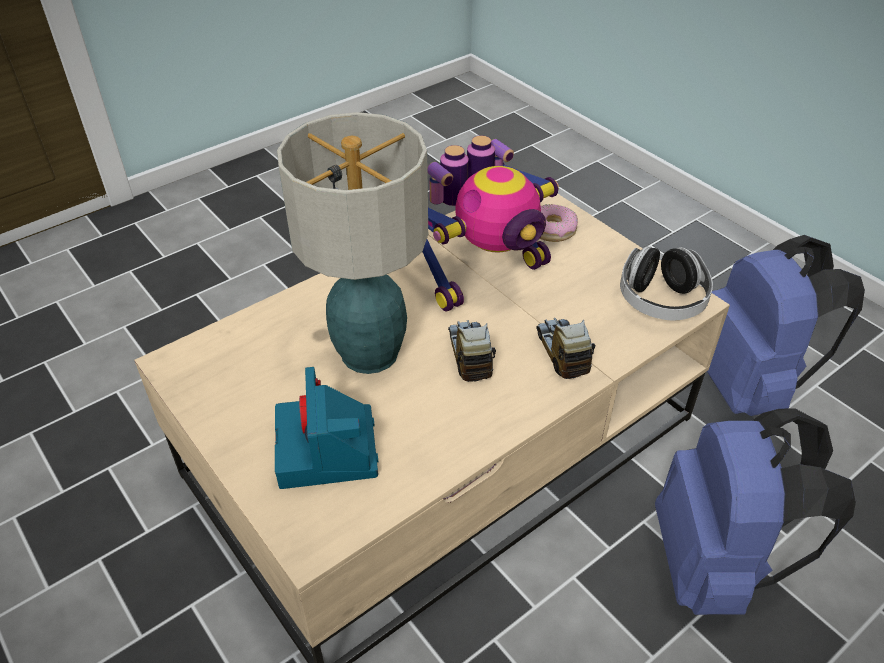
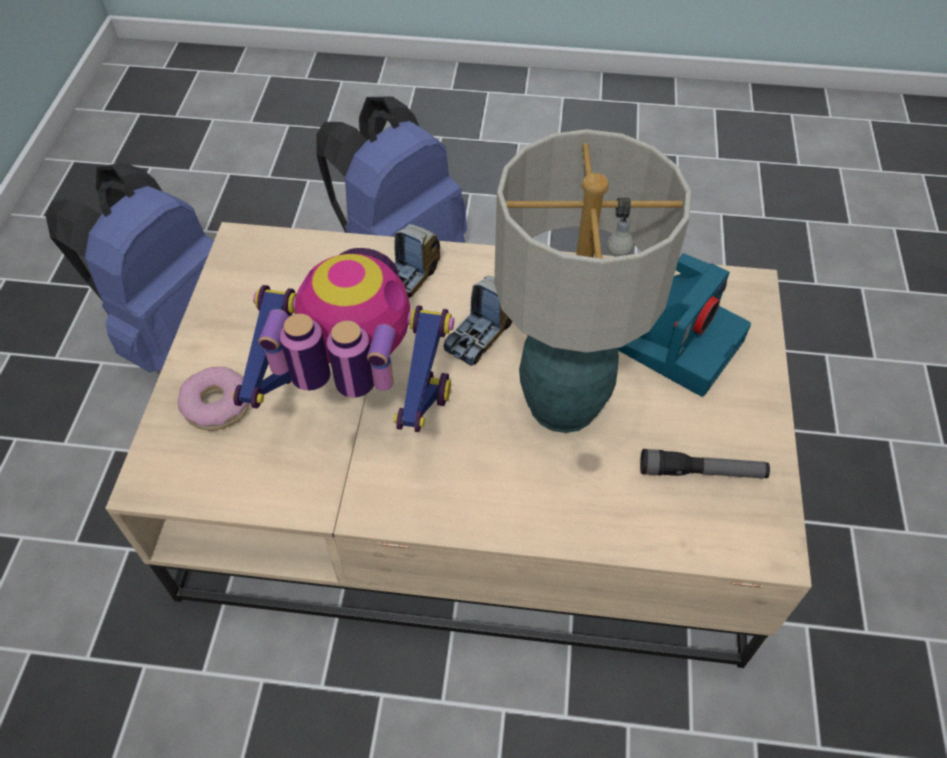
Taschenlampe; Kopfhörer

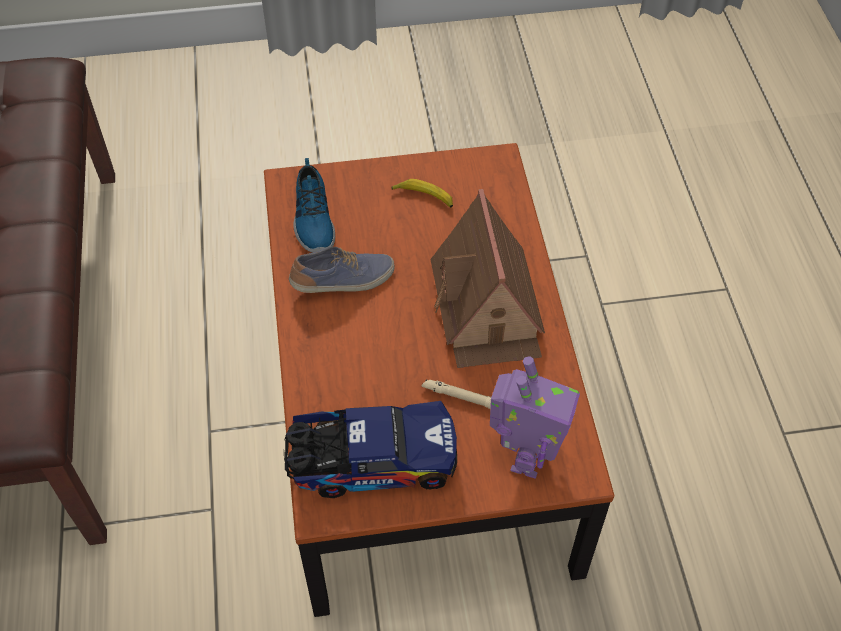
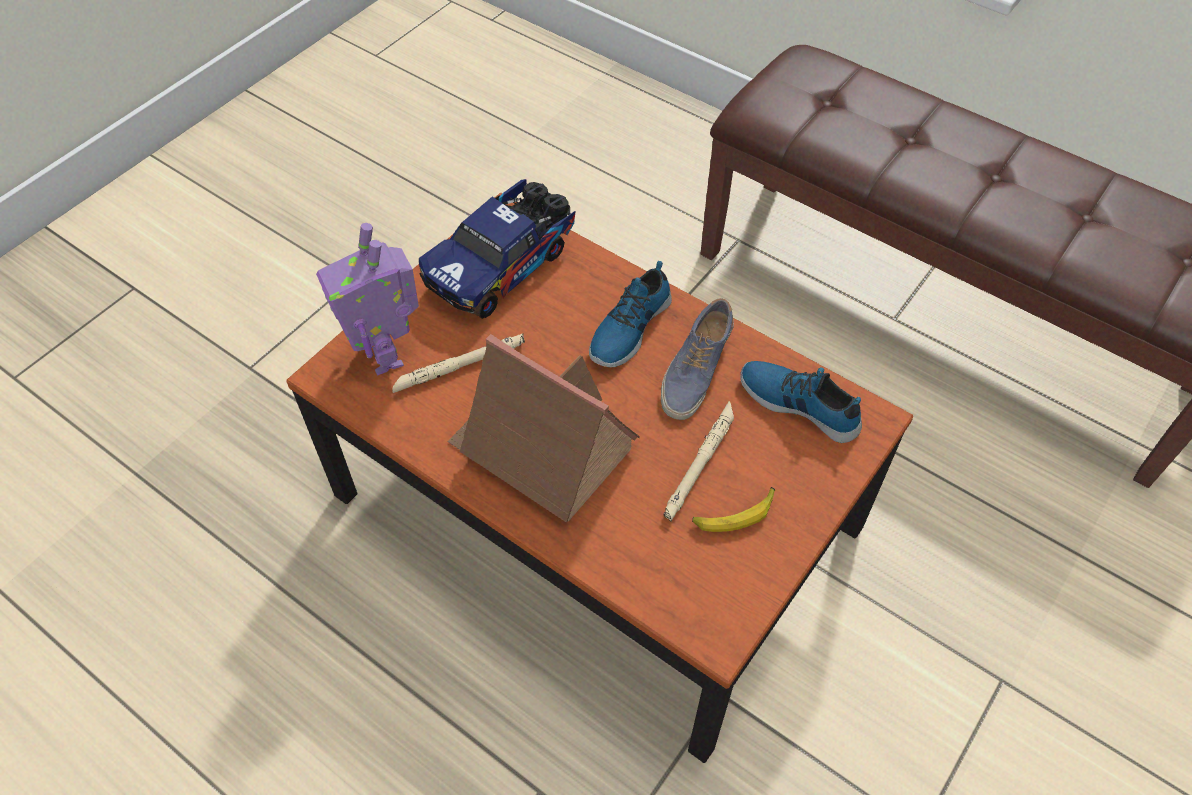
Schuh (no. 1 from left); Taschenlampe (beige) (no. 2 from left)

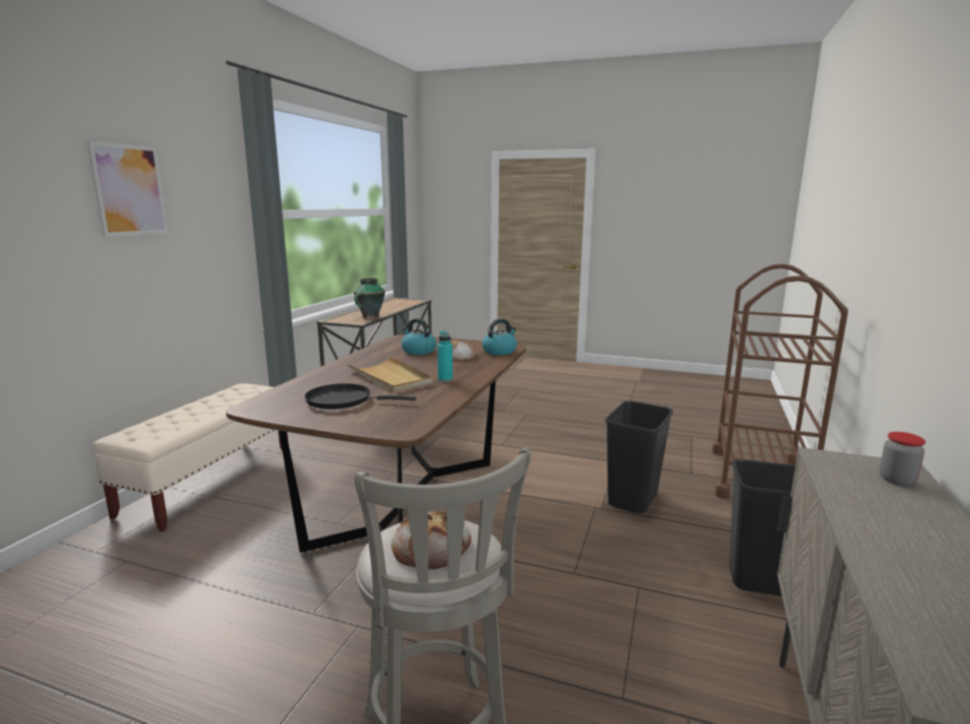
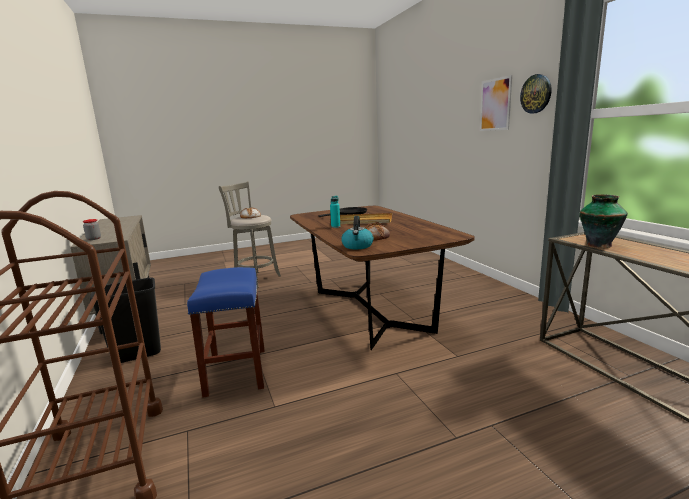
Hocker (blau); Wanduhr; Bank (beige); Wasserkessel (no. 1 from left in the first image)

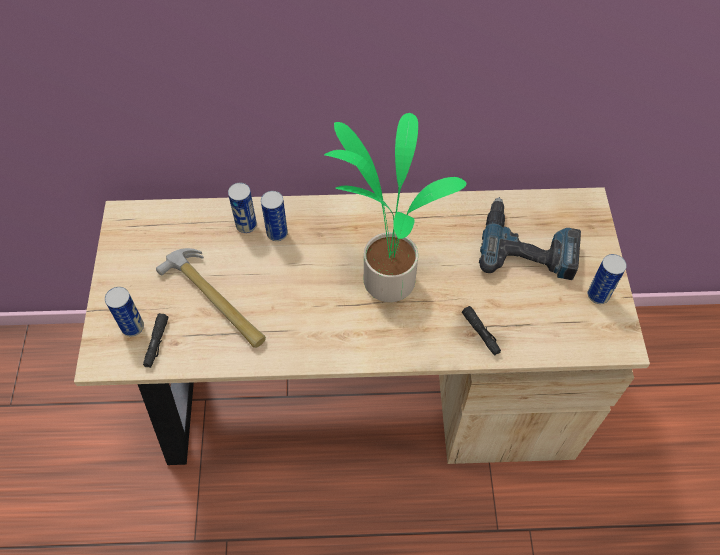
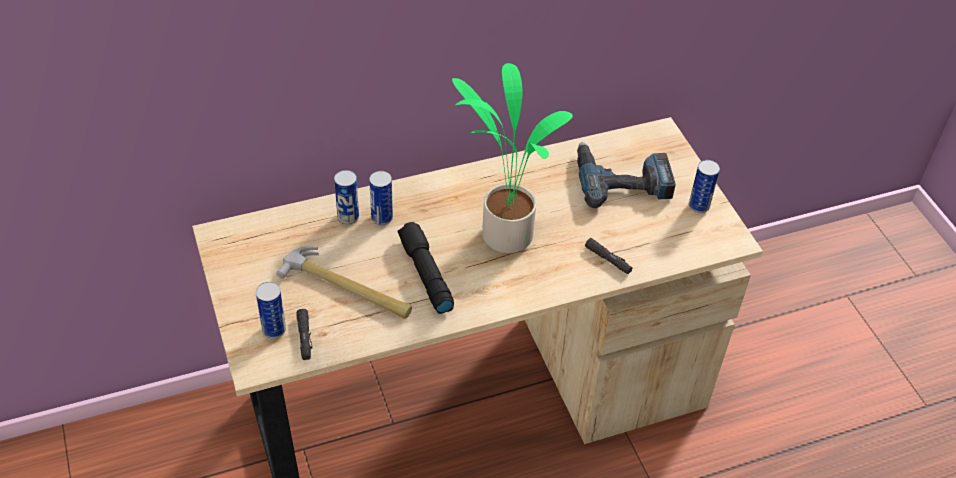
Taschenlampe (schwarz) (no. 2 from left)

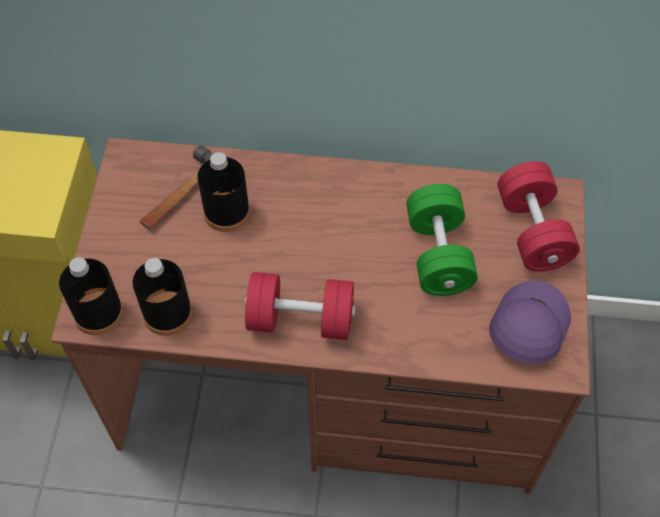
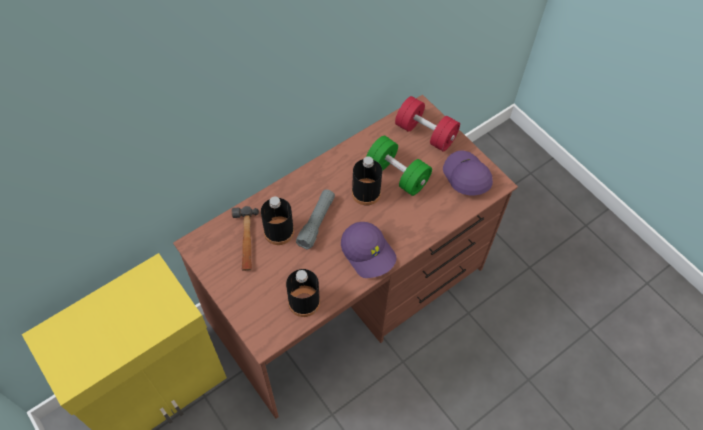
Taschenlampe (grau); Kappe (lila) (no. 1 from left); Flasche (schwarz) (no. 3 from left)

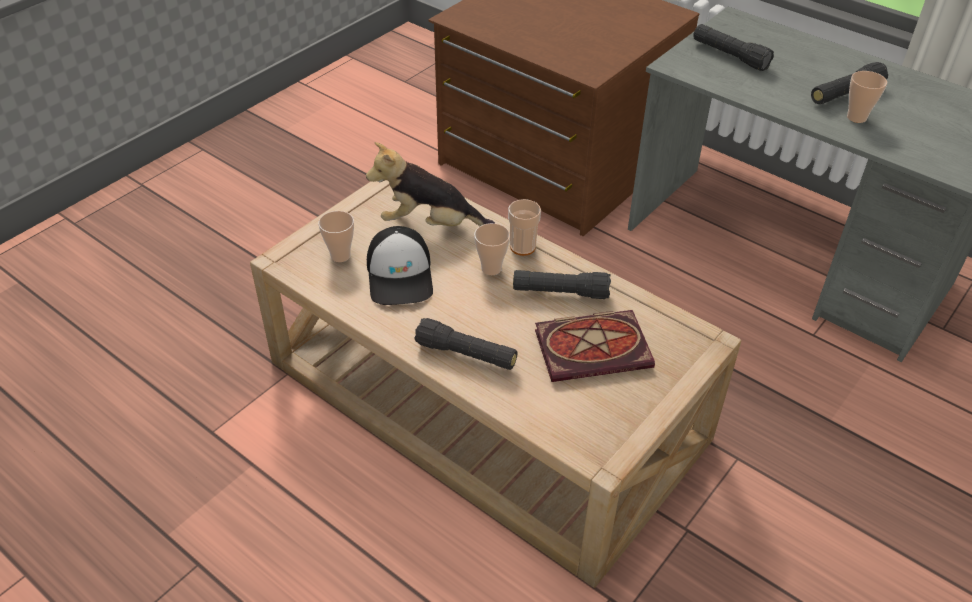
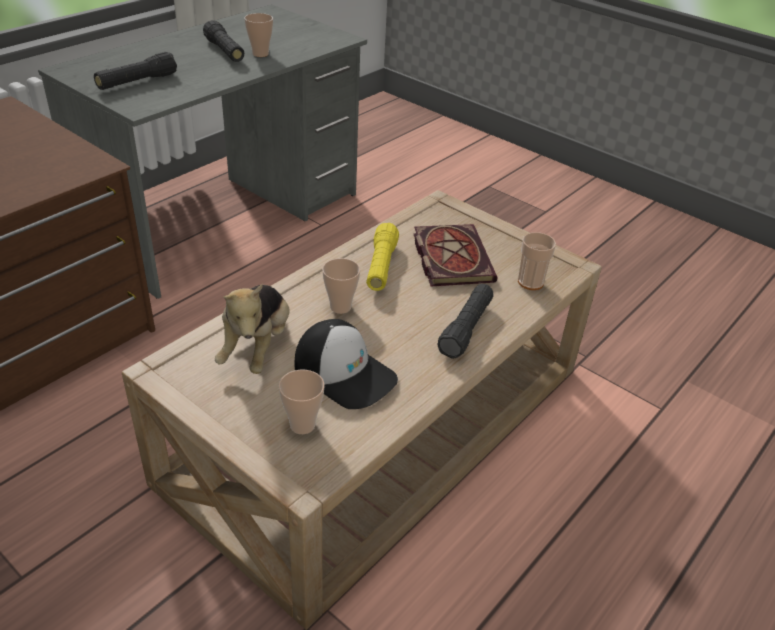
Kappe; Taschenlampe (gelb); Tasse (no. 4 from left)

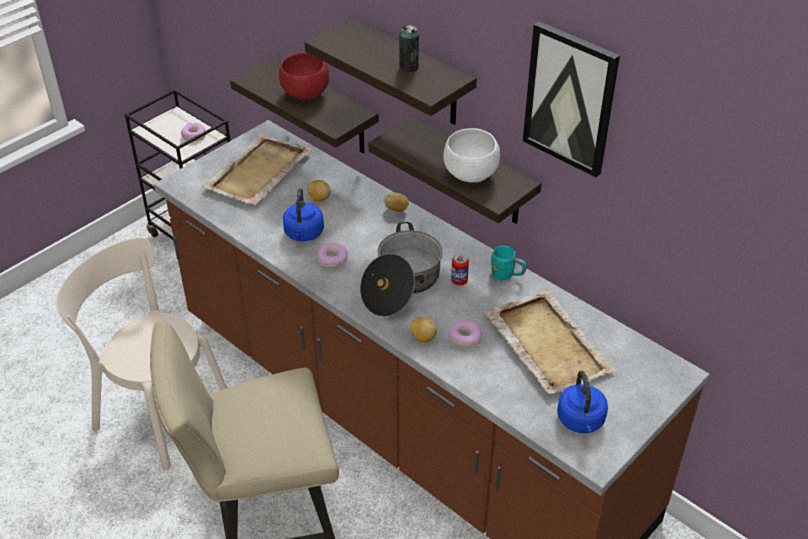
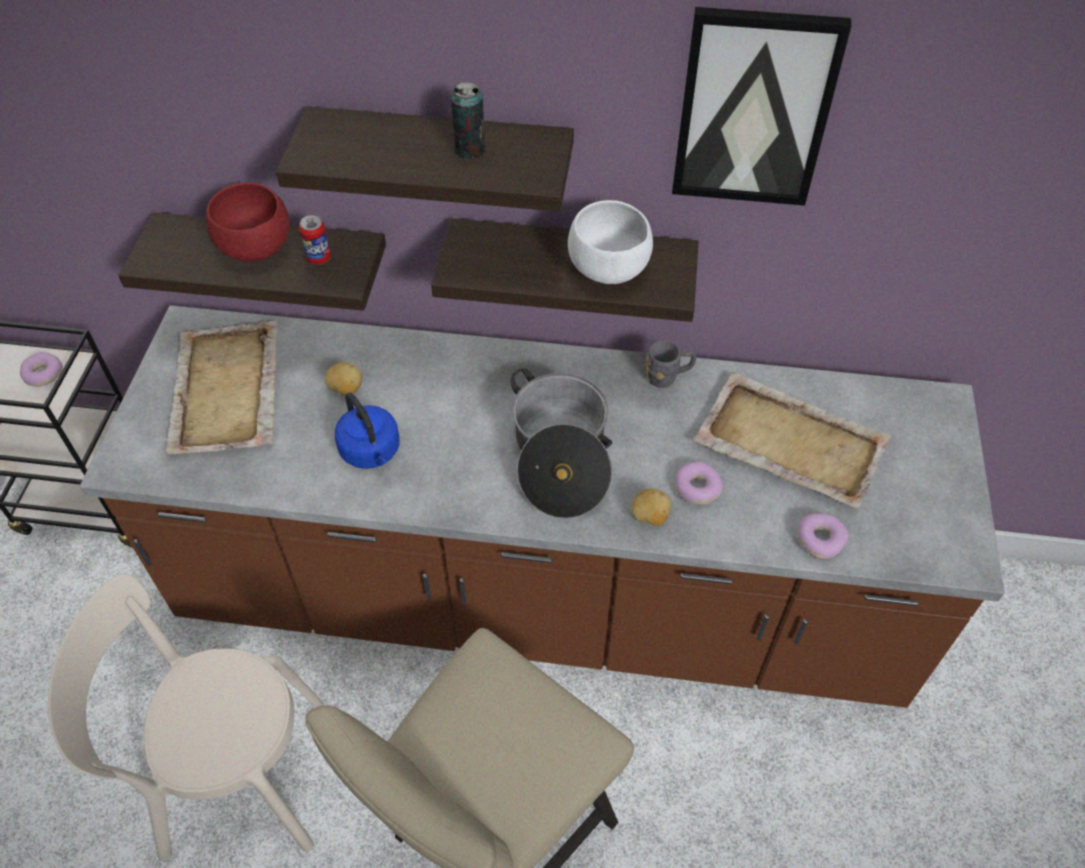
Dose (no. 1 from left); Henkelbecher (grau); Donut (no. 3 from left); Kartoffel (no. 2 from left in the first image); Wasserkessel (blau) (no. 2 from left in the first image)

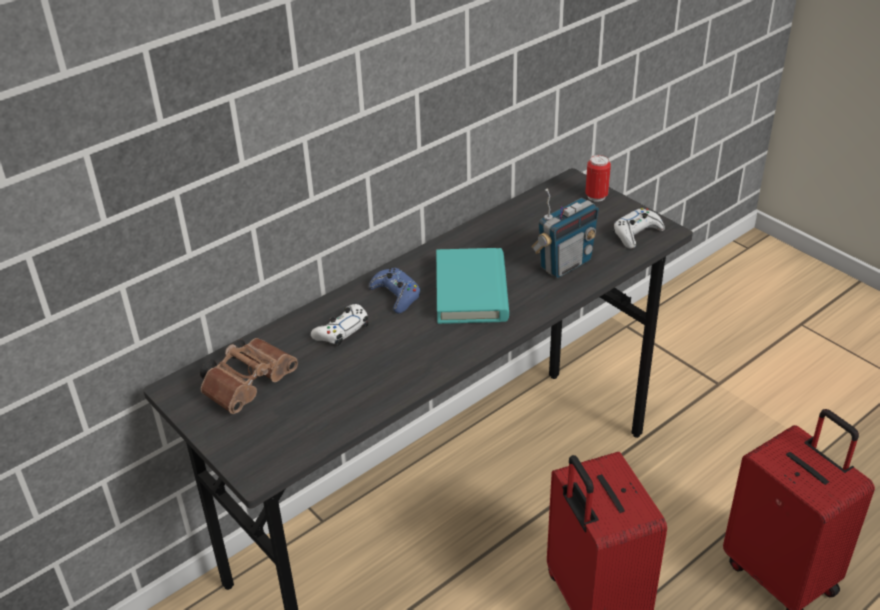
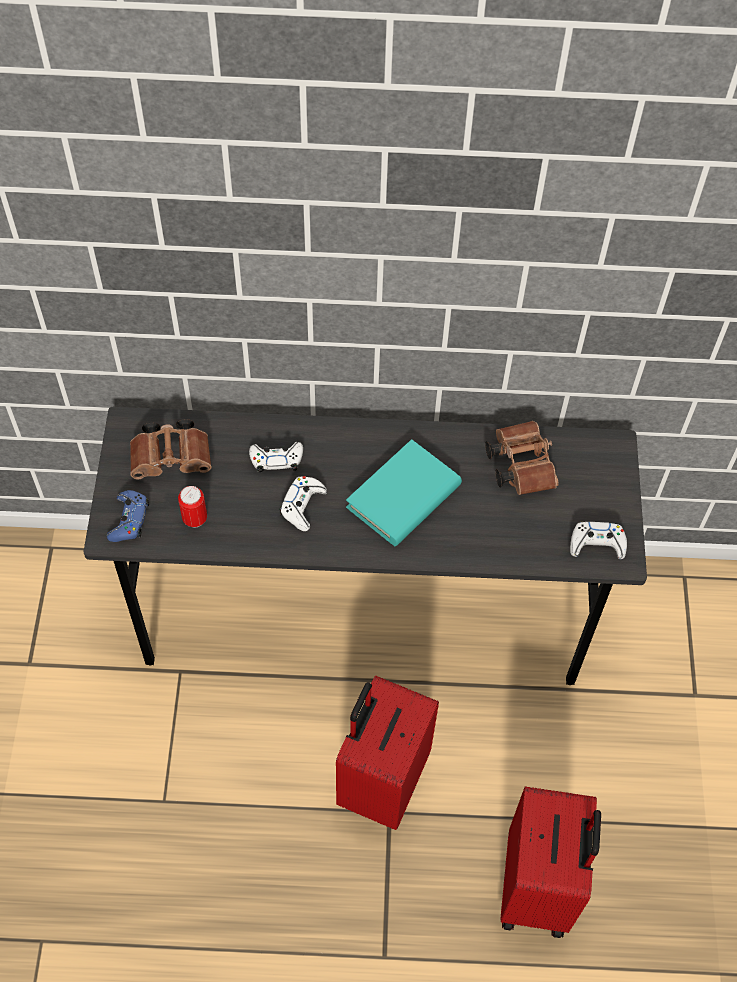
Gamepad (blau); Dose; Gamepad (weiß) (no. 2 from left); Fernglas (braun) (no. 2 from left); Radio

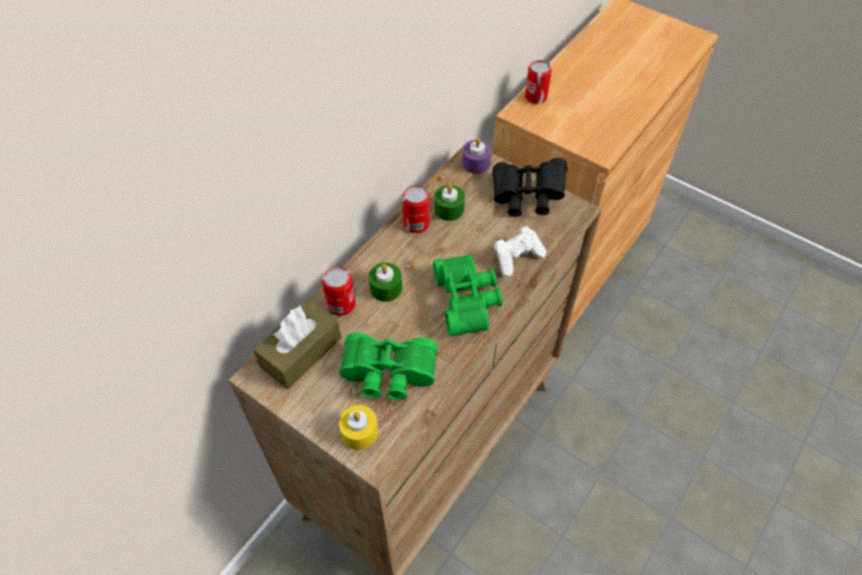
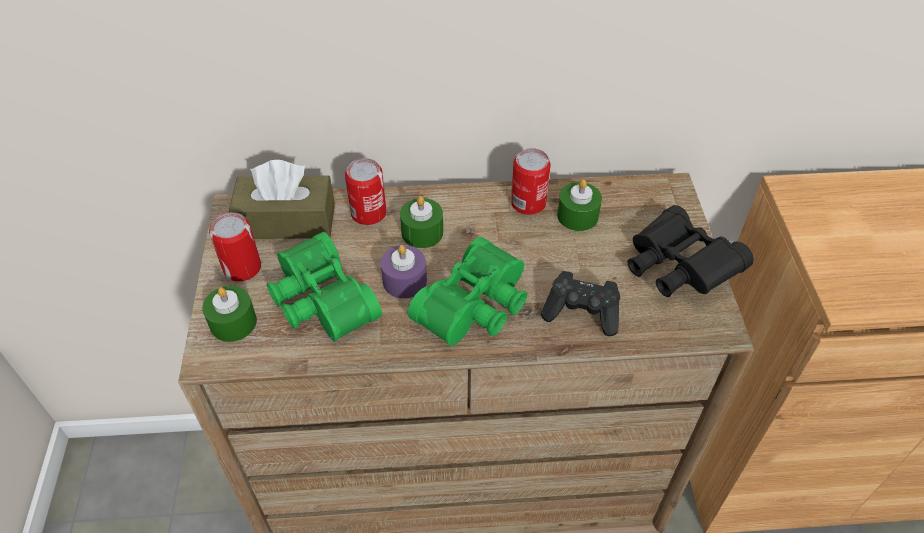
Kerze (grün) (no. 1 from left); Dose (no. 1 from left); Kerze (lila); Gamepad (schwarz)

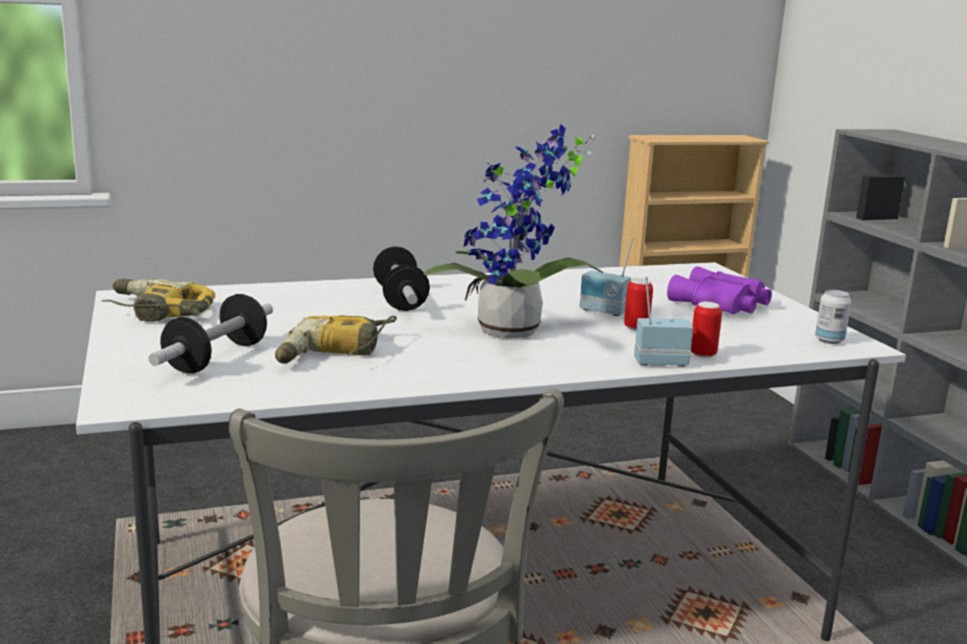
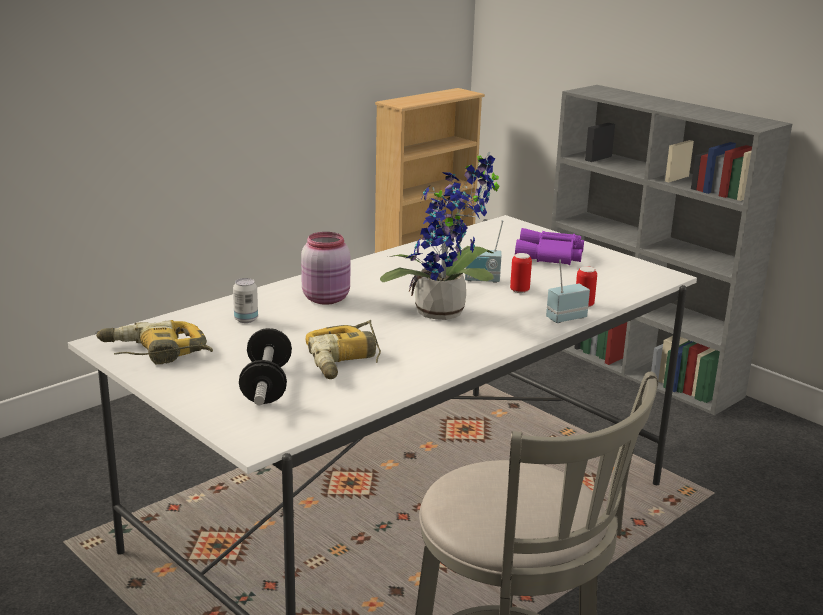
Dose (no. 1 from left); Vorratsglas (rosa)

